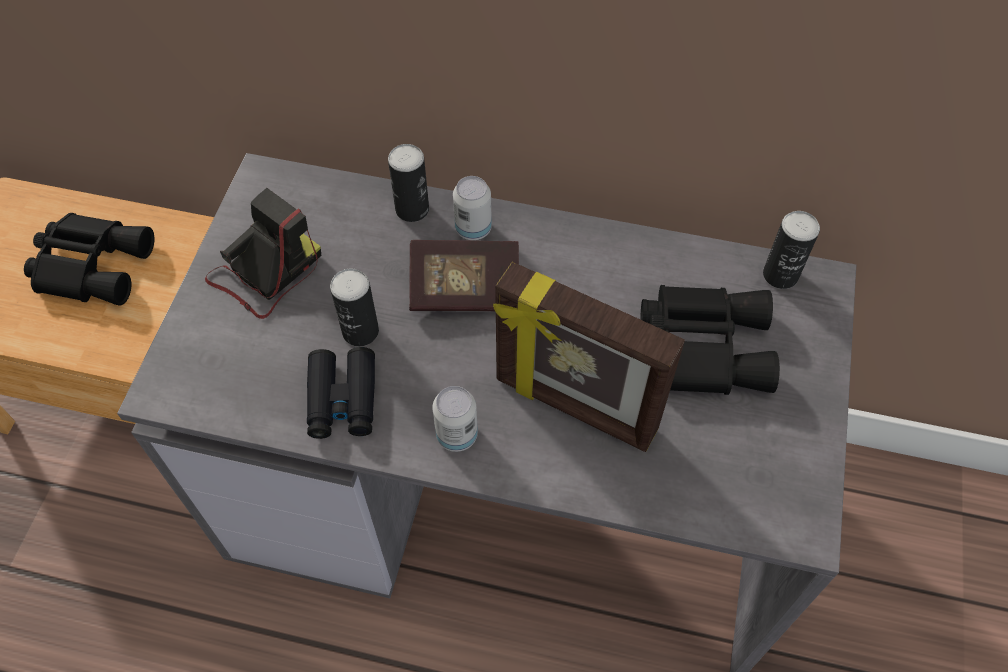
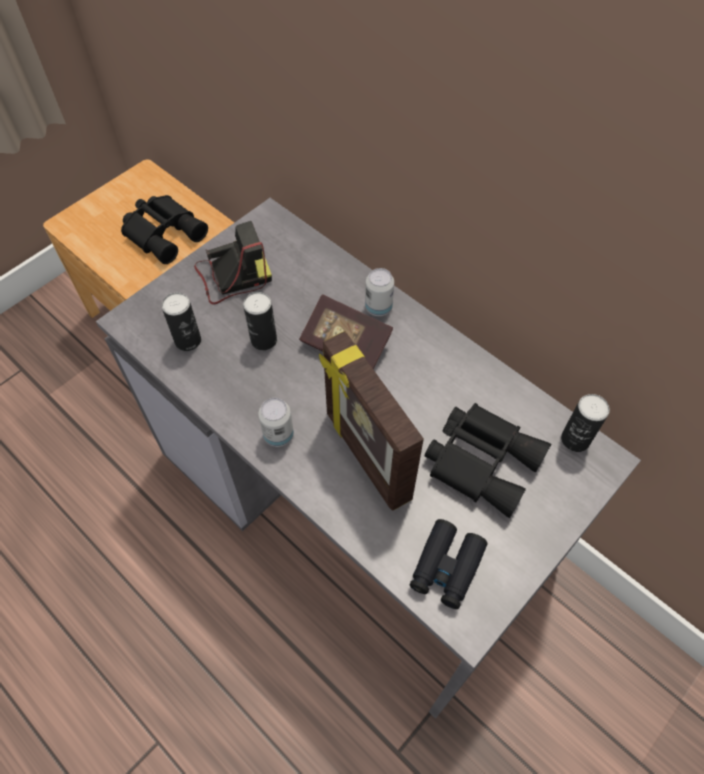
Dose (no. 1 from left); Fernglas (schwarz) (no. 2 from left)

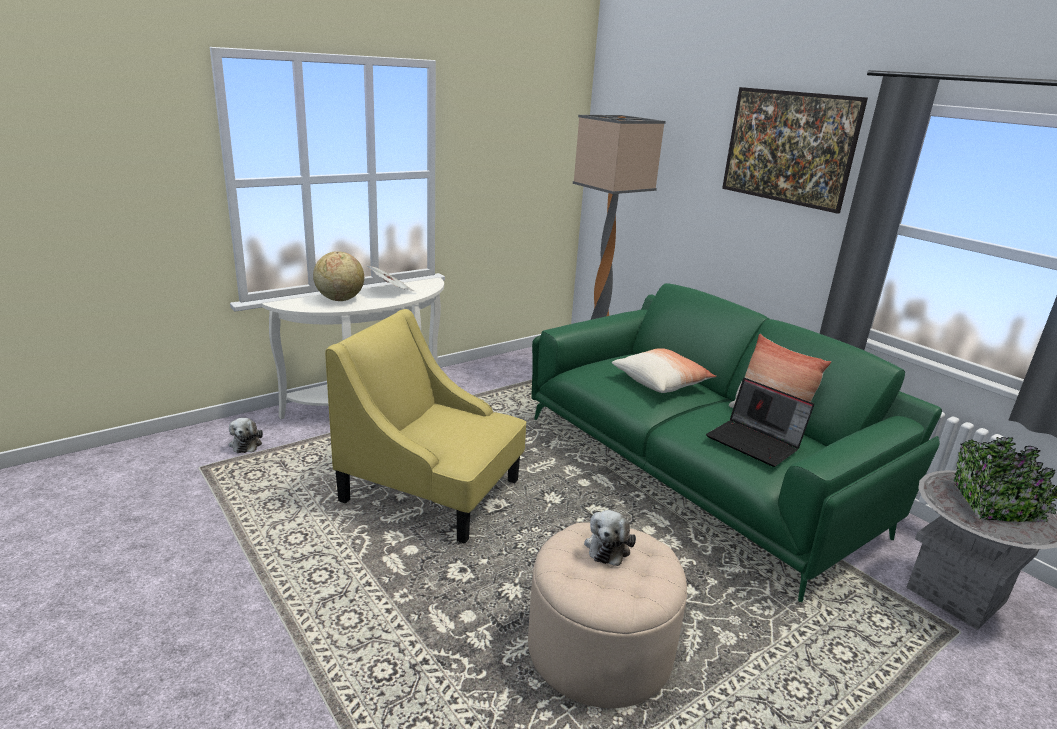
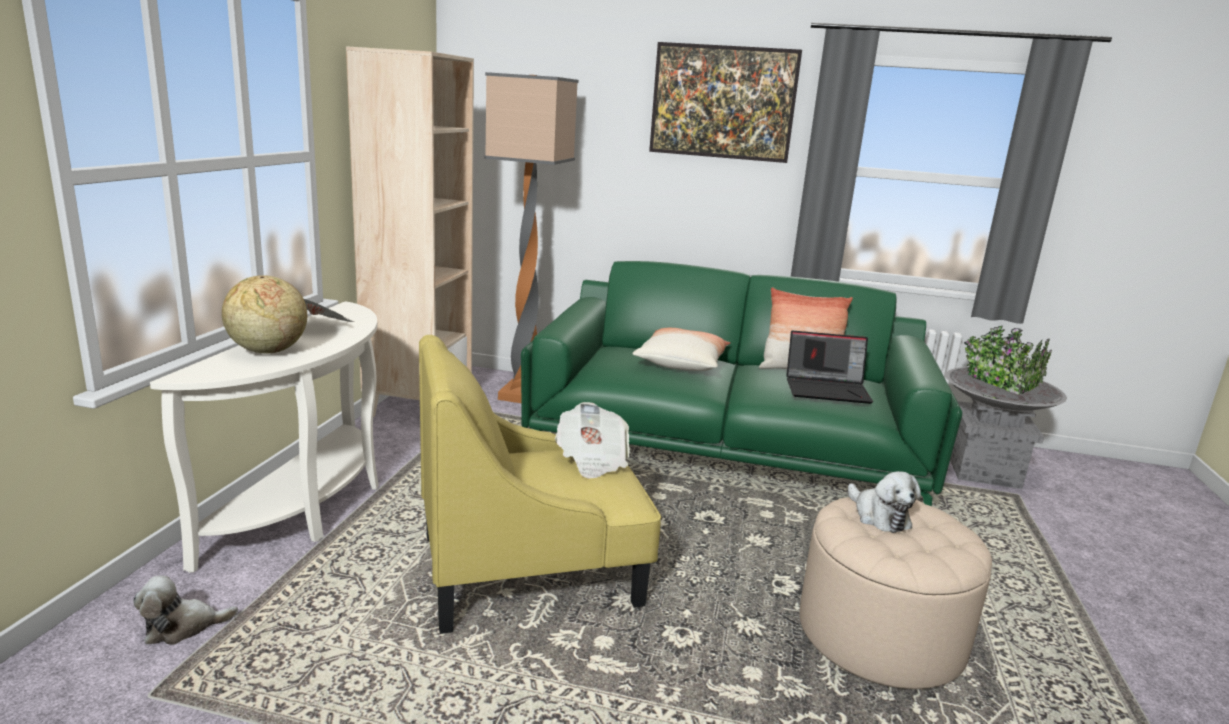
Plüschtier (no. 1 from left); Bücherregal (beige); Zeitung (no. 2 from left)

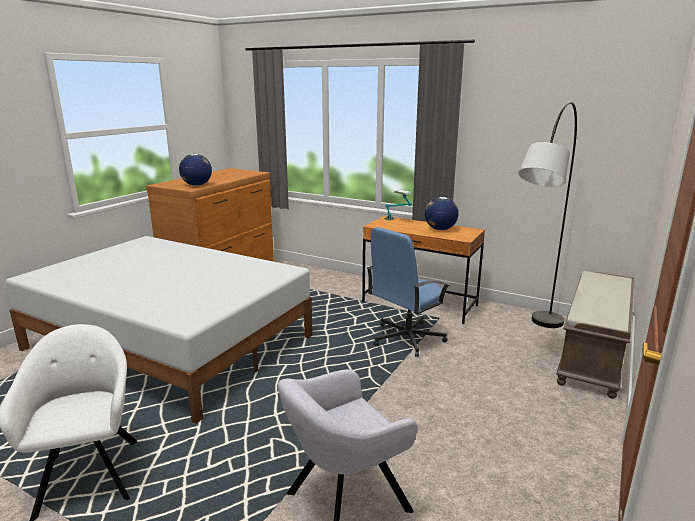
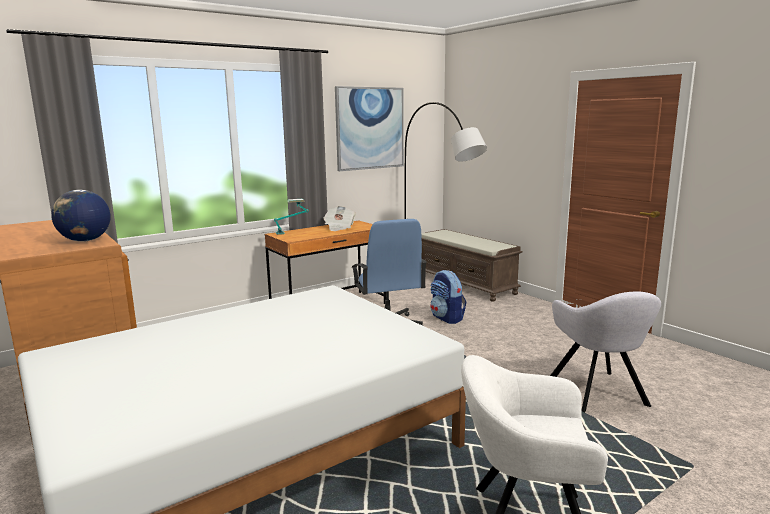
Zeitung; Bild; Rucksack

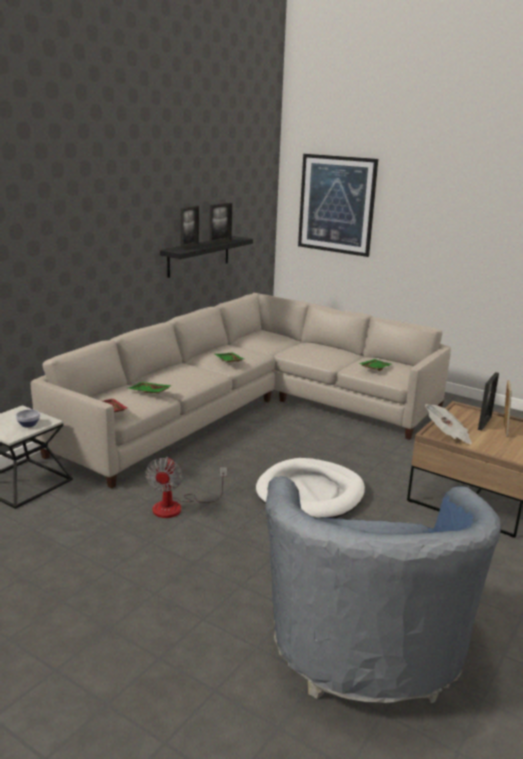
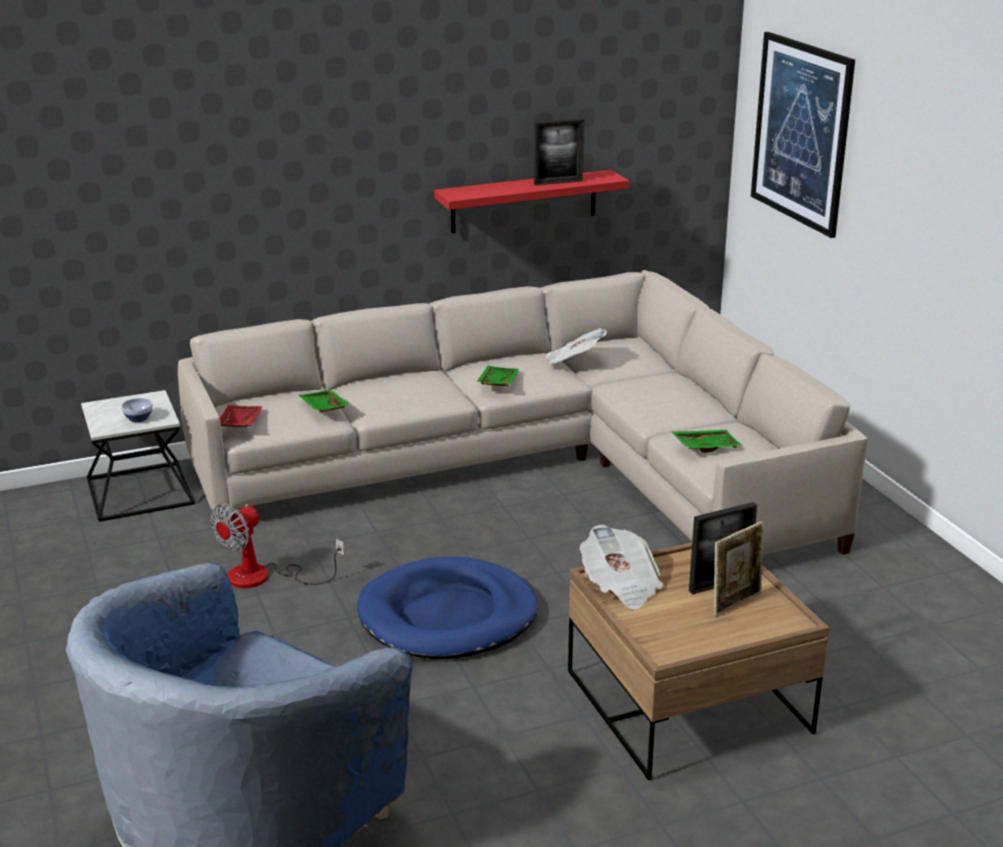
Hundebett (blau); Wandregal (rot); Zeitung (no. 1 from left); Bilderrahmen (no. 1 from left in the first image)

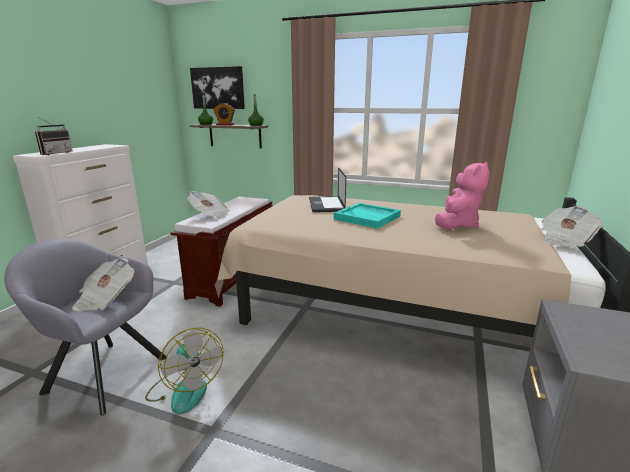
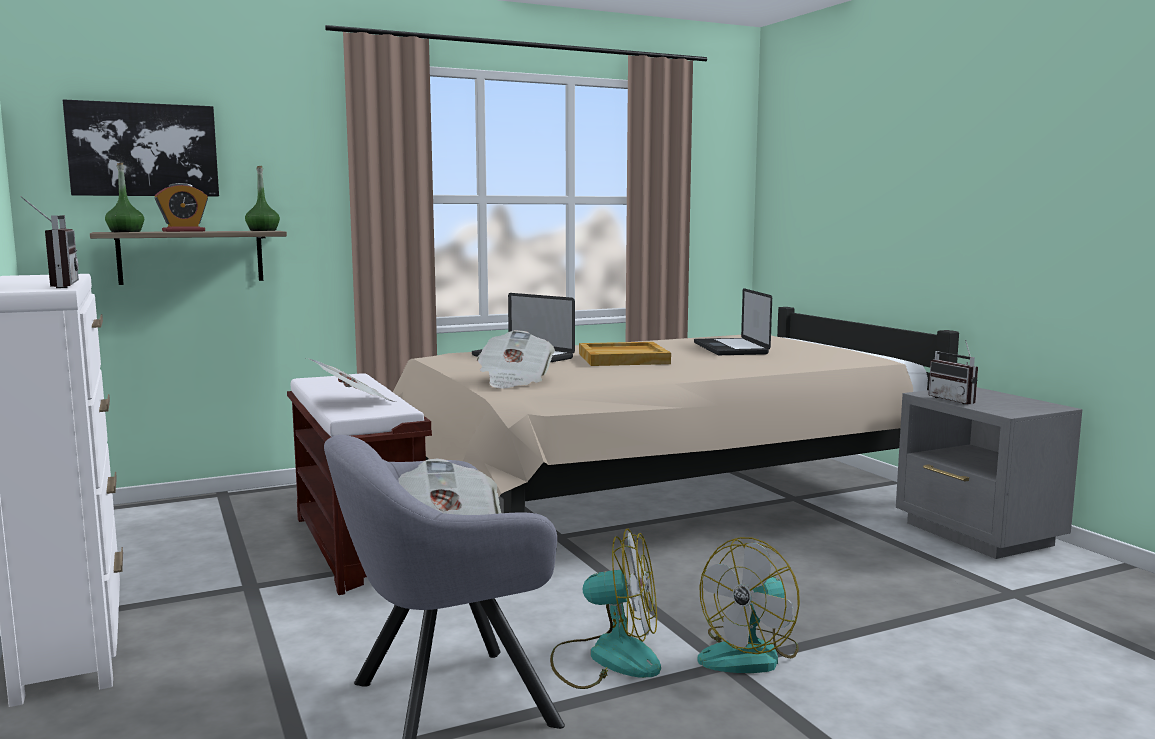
Zeitung (no. 3 from left); Tablett (beige); Laptop (no. 2 from left); Ventilator (no. 2 from left); Radio (no. 2 from left)

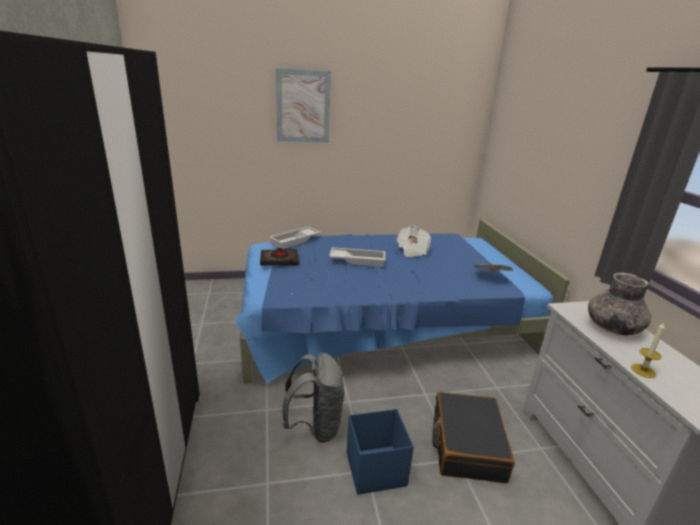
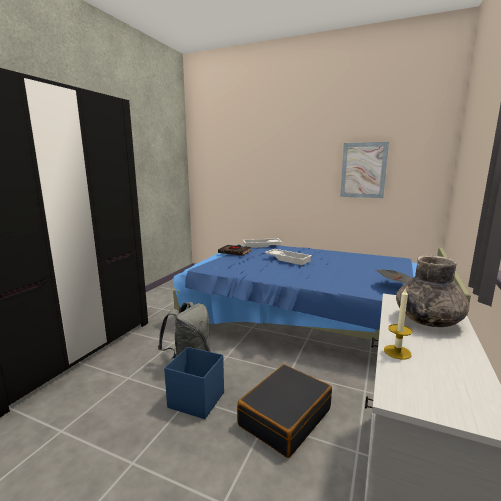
Bild; Zeitung (no. 1 from left in the first image)

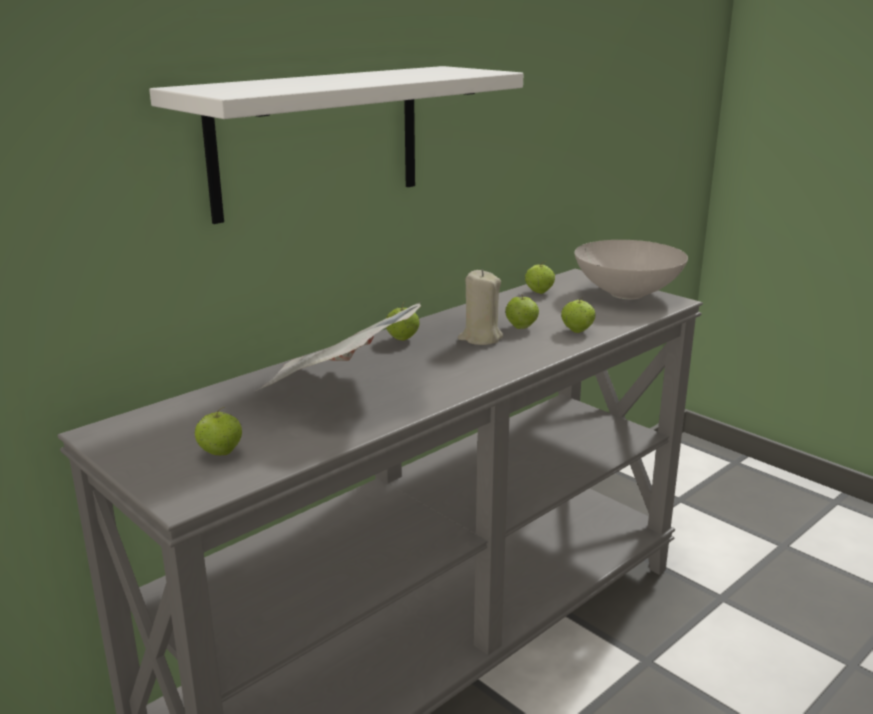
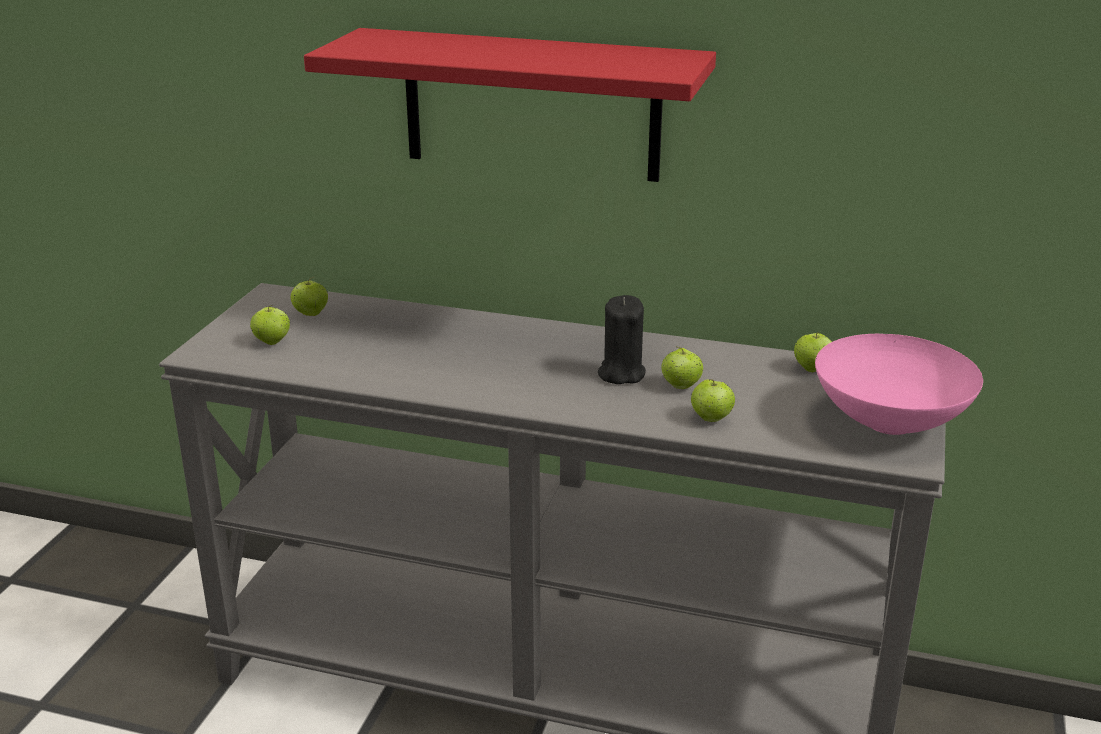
Apfel (no. 2 from left); Wandregal (rot); Kerze (schwarz); Schüssel (rosa); Zeitung

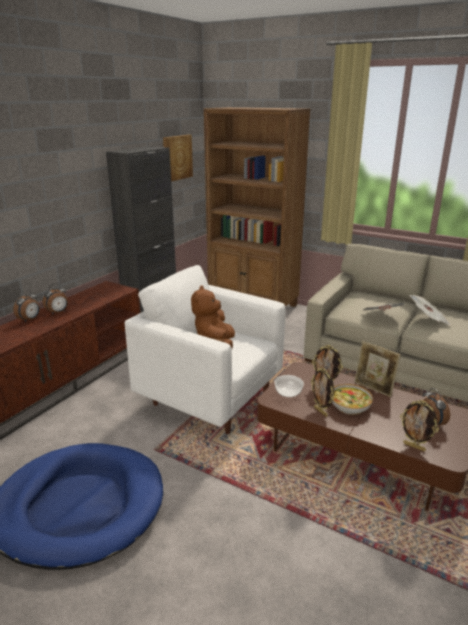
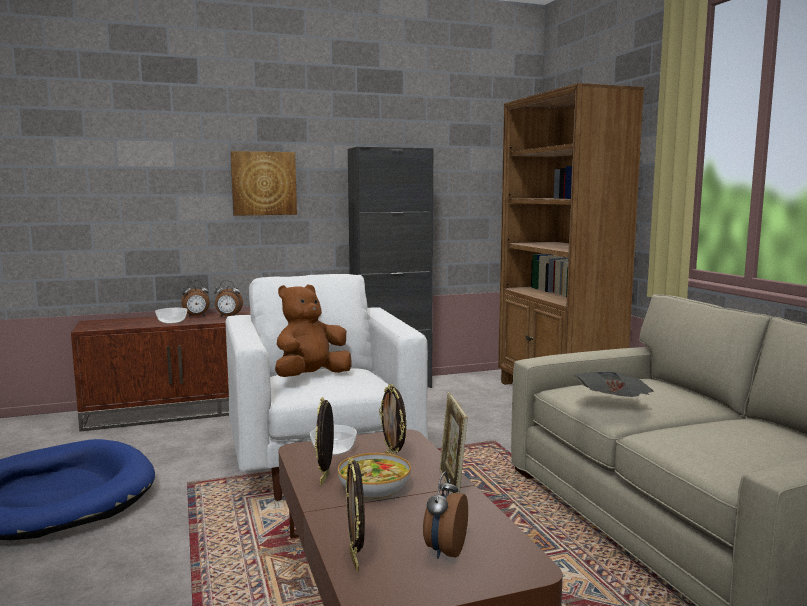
Schüssel (no. 1 from left); Bild; Zeitung (no. 2 from left in the first image)

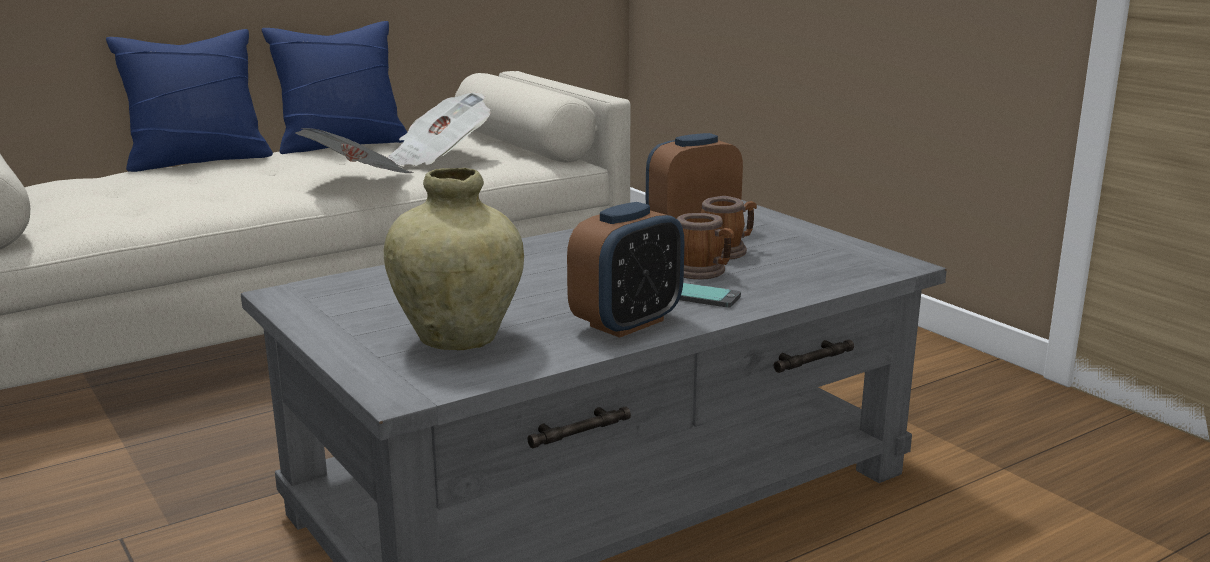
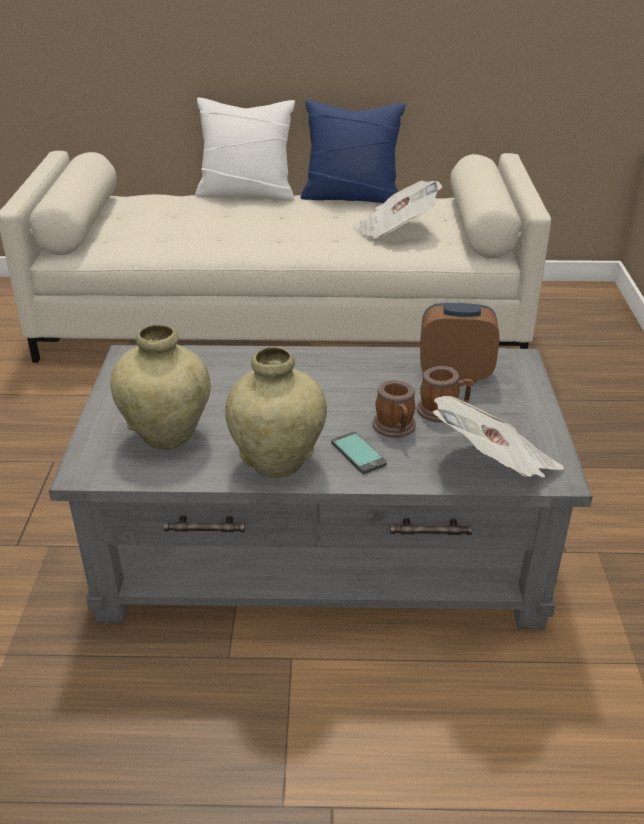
Kissen (weiß); Vase (beige) (no. 2 from left); Zeitung (no. 2 from left)

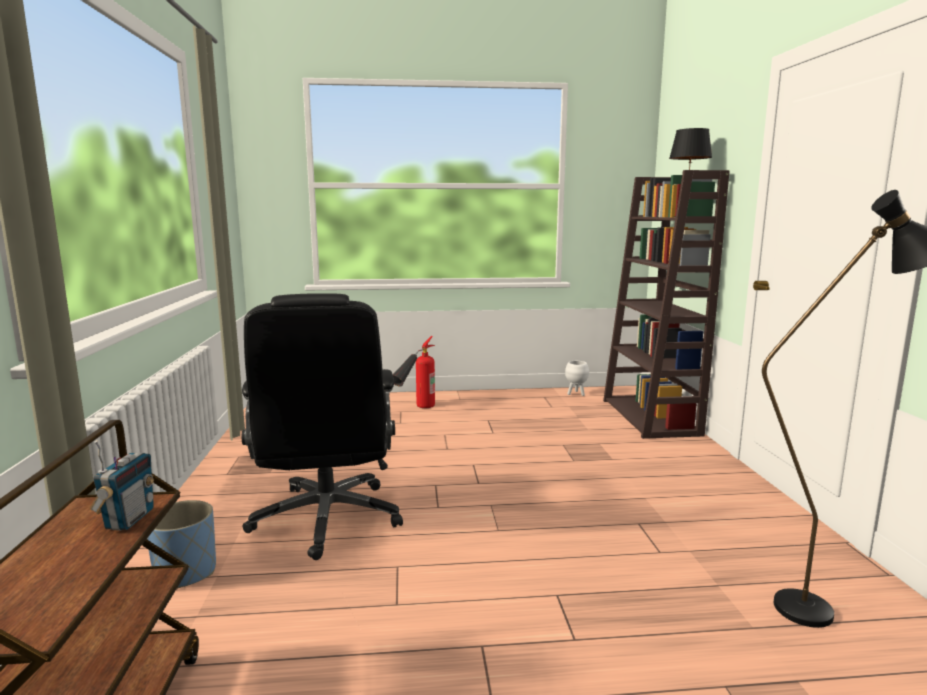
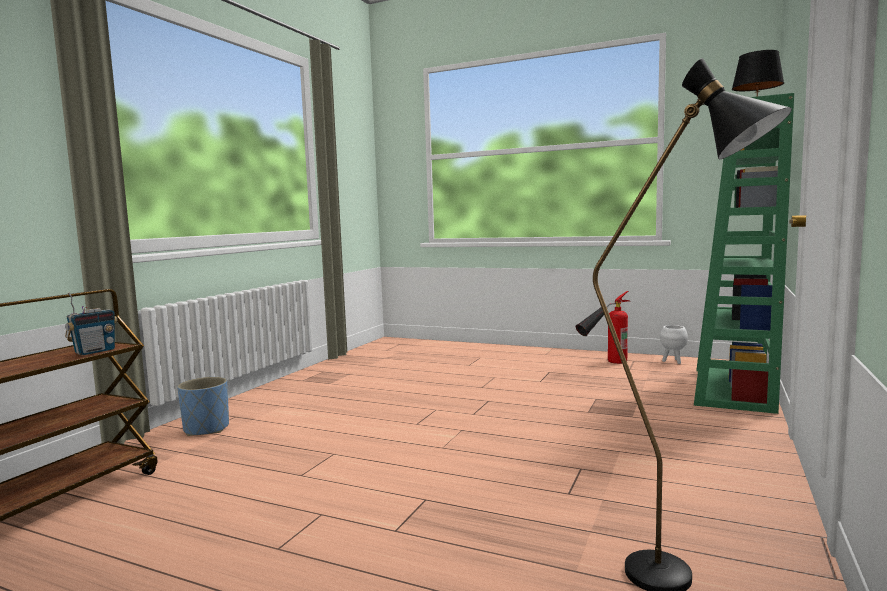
Feuerlöscher; Bücherregal (grün); Bürostuhl (schwarz)

